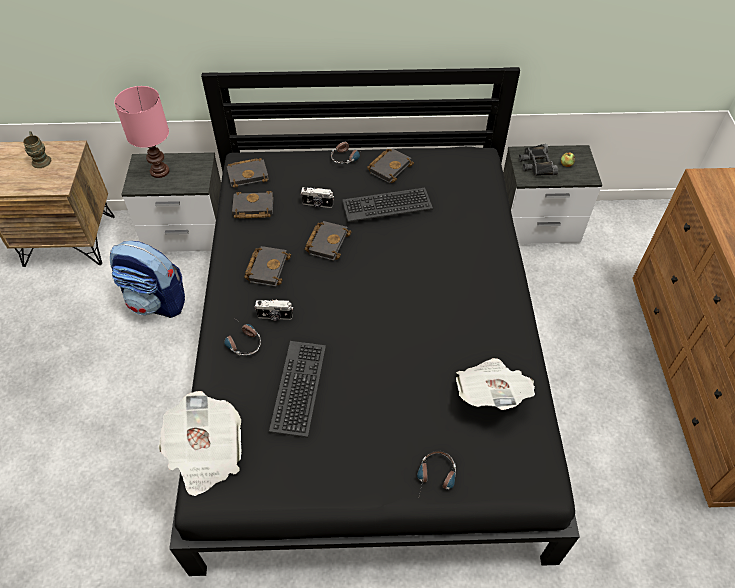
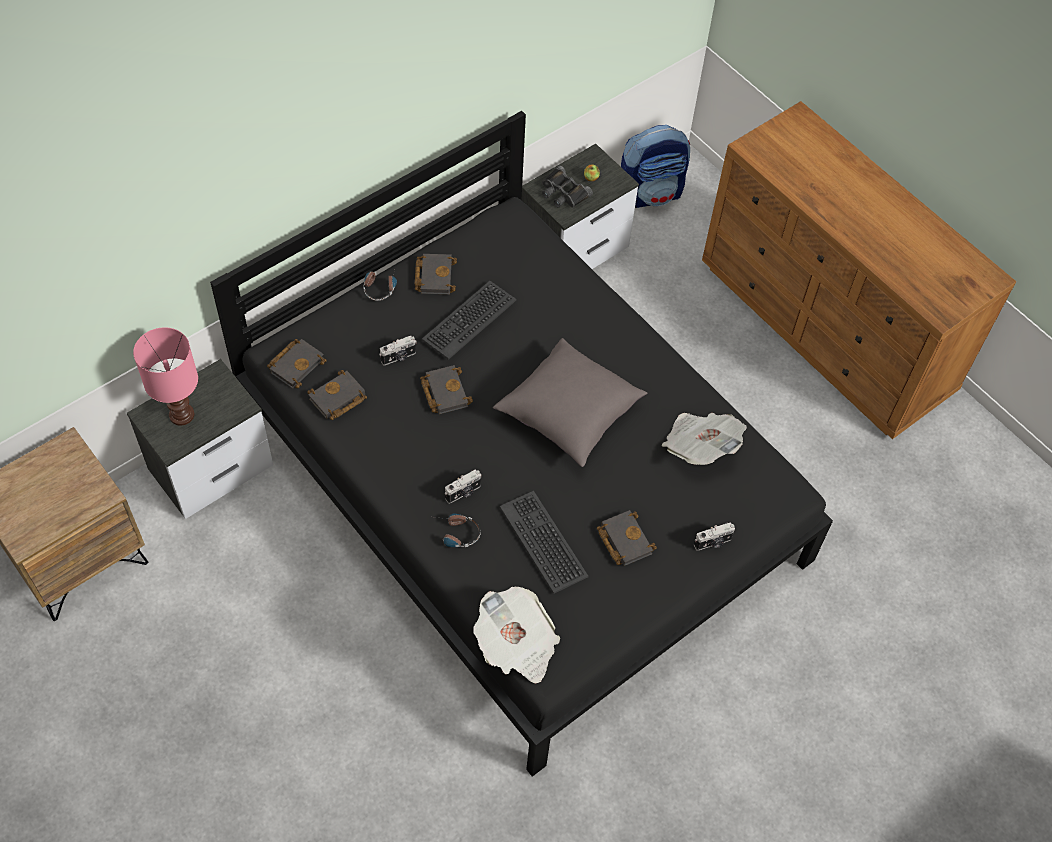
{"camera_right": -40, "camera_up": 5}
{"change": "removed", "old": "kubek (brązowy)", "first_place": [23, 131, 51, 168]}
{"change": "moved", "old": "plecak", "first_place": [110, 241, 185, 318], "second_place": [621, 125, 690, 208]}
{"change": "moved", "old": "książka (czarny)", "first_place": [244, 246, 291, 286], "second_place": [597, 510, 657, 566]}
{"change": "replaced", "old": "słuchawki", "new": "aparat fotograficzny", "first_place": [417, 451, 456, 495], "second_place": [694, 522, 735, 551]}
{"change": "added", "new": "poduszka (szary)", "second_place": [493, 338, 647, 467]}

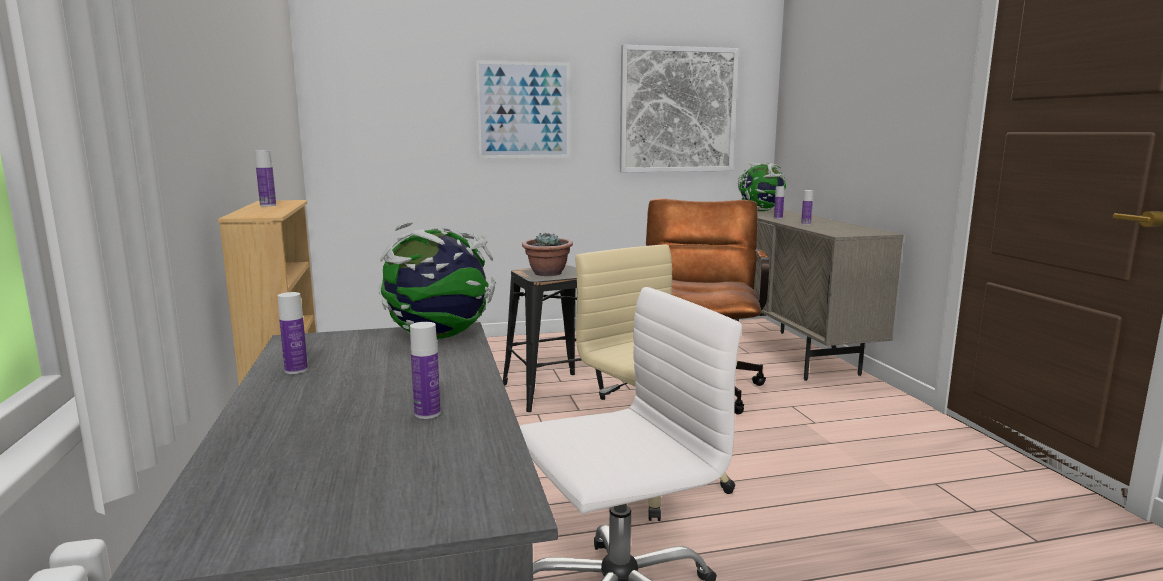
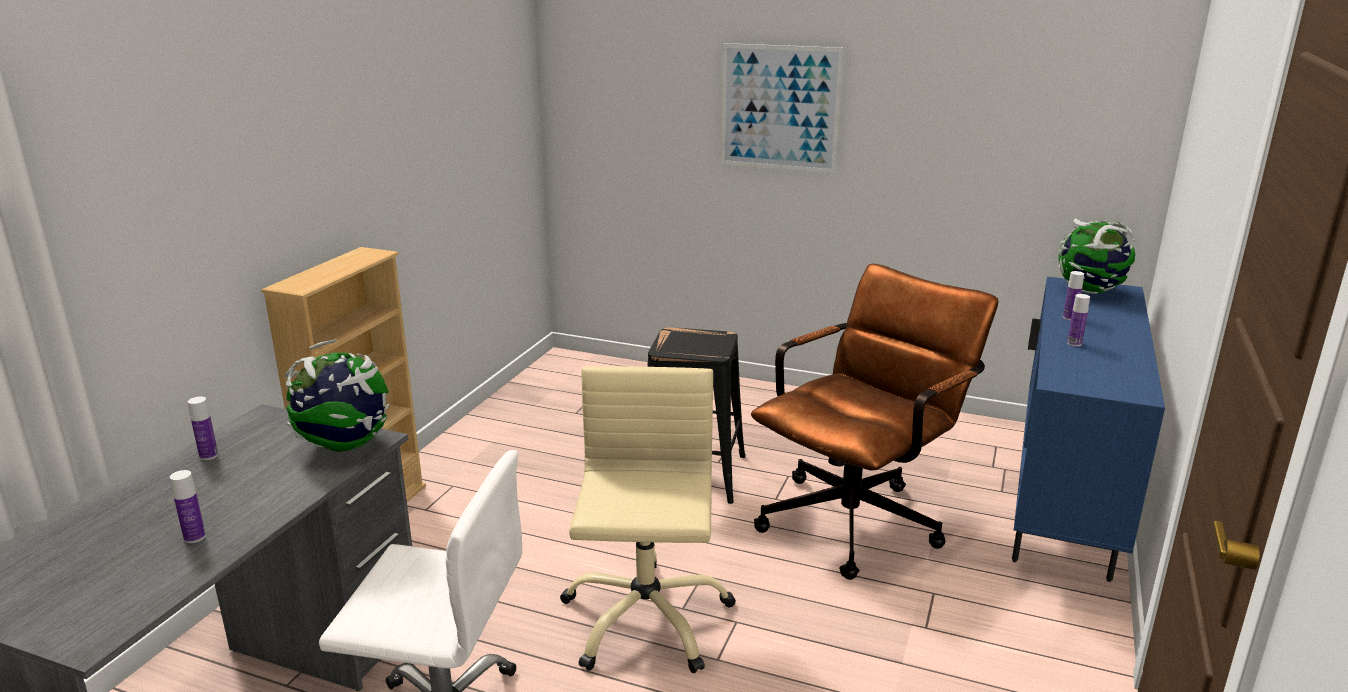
{"camera_right": 35, "camera_up": 10}
{"change": "removed", "old": "obraz", "first_place": [620, 45, 739, 172]}
{"change": "removed", "old": "butelka", "first_place": [255, 150, 276, 206]}
{"change": "recoloured", "old": "szafka (beżowy)", "new": "szafka (niebieski)", "first_place": [736, 209, 903, 381], "second_place": [1012, 277, 1165, 582]}
{"change": "removed", "old": "roślina doniczkowa", "first_place": [522, 232, 573, 276]}

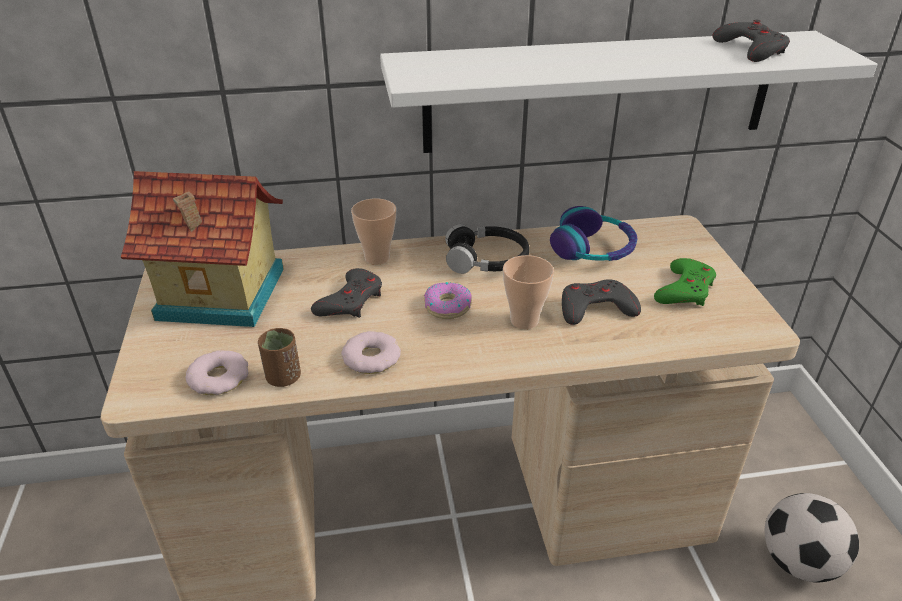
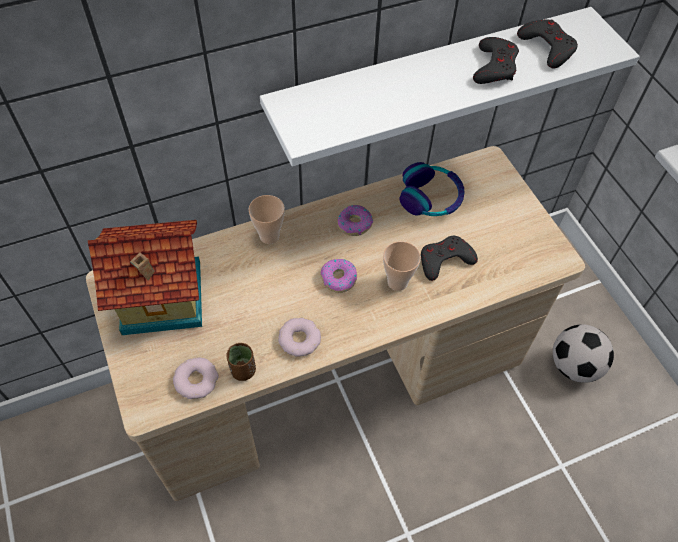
{"camera_right": -15, "camera_up": 20}
{"change": "replaced", "old": "słuchawki (czarny)", "new": "donut", "first_place": [445, 224, 530, 274], "second_place": [337, 205, 373, 236]}
{"change": "removed", "old": "pad do gier (zielony)", "first_place": [654, 258, 716, 306]}
{"change": "moved", "old": "pad do gier (szary)", "first_place": [311, 268, 382, 318], "second_place": [473, 37, 519, 84]}

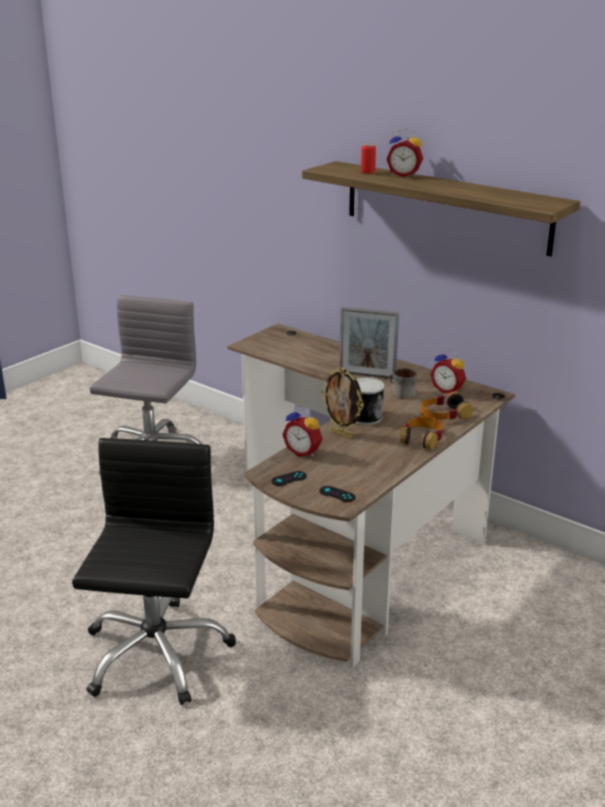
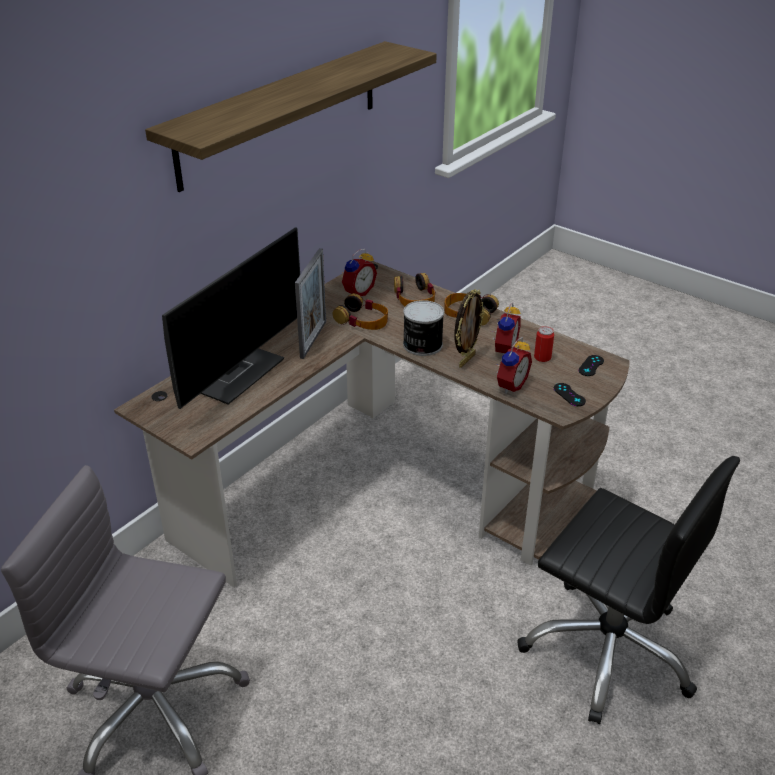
{"camera_right": -90, "camera_up": 10}
{"change": "moved", "old": "budzik", "first_place": [386, 128, 423, 177], "second_place": [491, 302, 521, 356]}
{"change": "moved", "old": "puszka", "first_place": [361, 143, 376, 174], "second_place": [534, 326, 554, 362]}
{"change": "replaced", "old": "kubek", "new": "słuchawki", "first_place": [389, 368, 417, 398], "second_place": [333, 293, 388, 330]}
{"change": "turned", "old": "krzesło biurowe (czarny)", "first_place": [72, 438, 236, 705], "second_place": [517, 456, 740, 724], "degrees": -150}
{"change": "added", "new": "monitor", "second_place": [162, 227, 300, 409]}

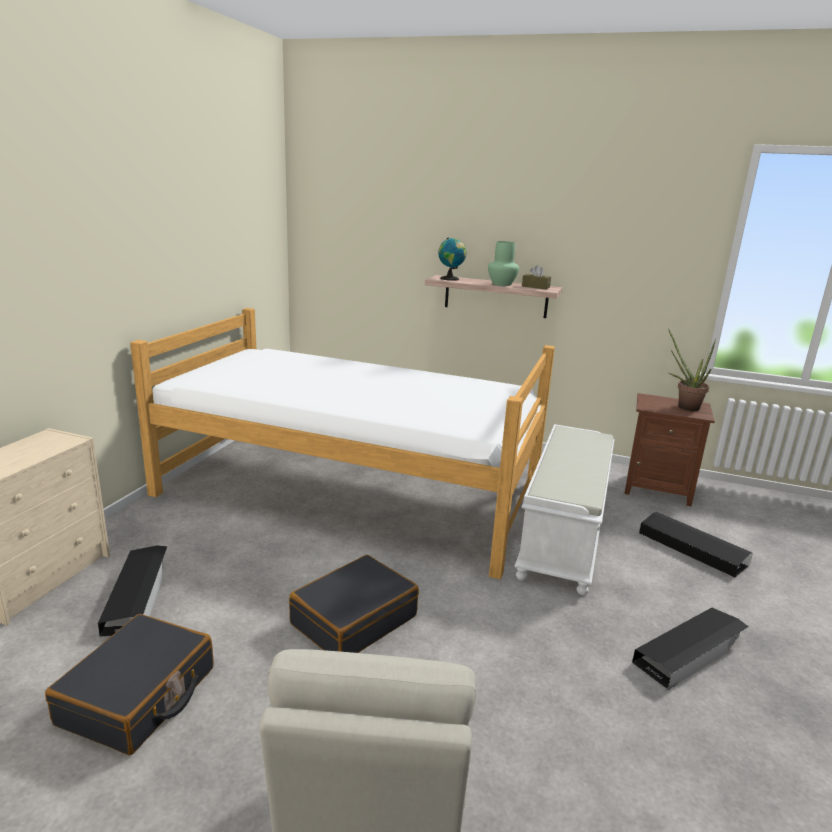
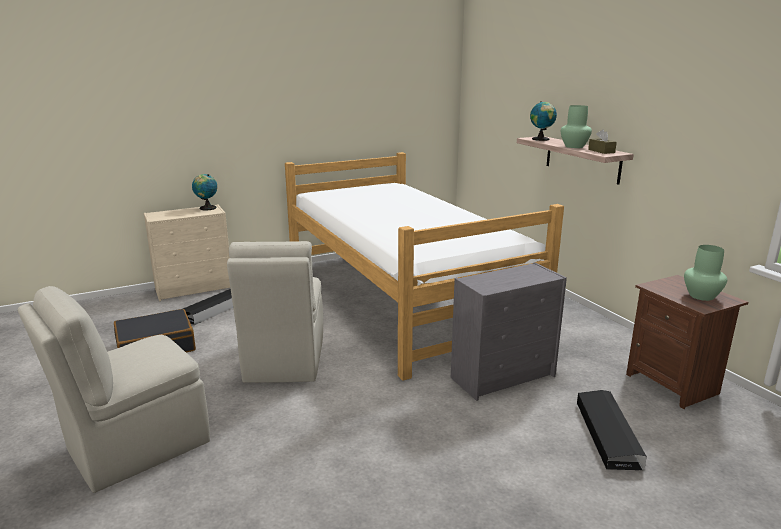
{"camera_right": 45, "camera_up": 0}
{"change": "replaced", "old": "roślina doniczkowa", "new": "wazon (zielony)", "first_place": [668, 329, 716, 411], "second_place": [684, 245, 727, 301]}
{"change": "replaced", "old": "ławka (biały)", "new": "komoda (szary)", "first_place": [514, 424, 614, 595], "second_place": [451, 262, 567, 401]}
{"change": "replaced", "old": "walizka (czarny)", "new": "krzesło (beżowy)", "first_place": [289, 555, 419, 653], "second_place": [227, 241, 323, 383]}
{"change": "removed", "old": "pojemnik do przechowywania (czarny)", "first_place": [632, 608, 749, 690]}
{"change": "added", "new": "globus", "second_place": [192, 174, 217, 210]}

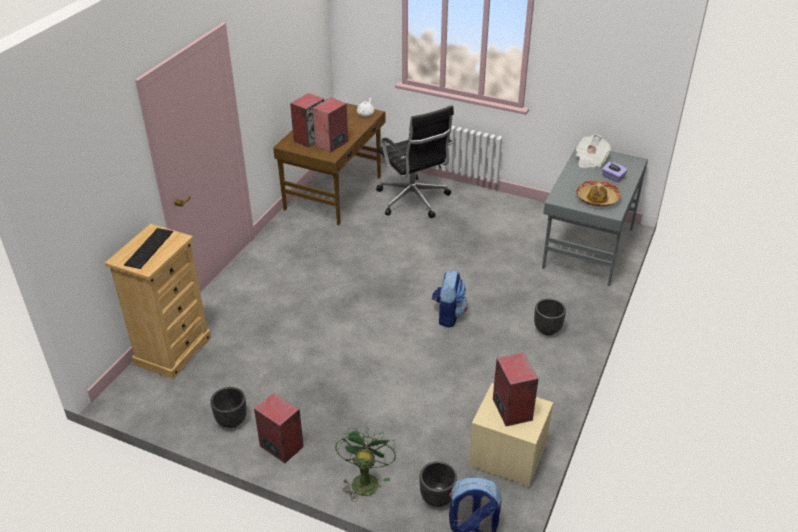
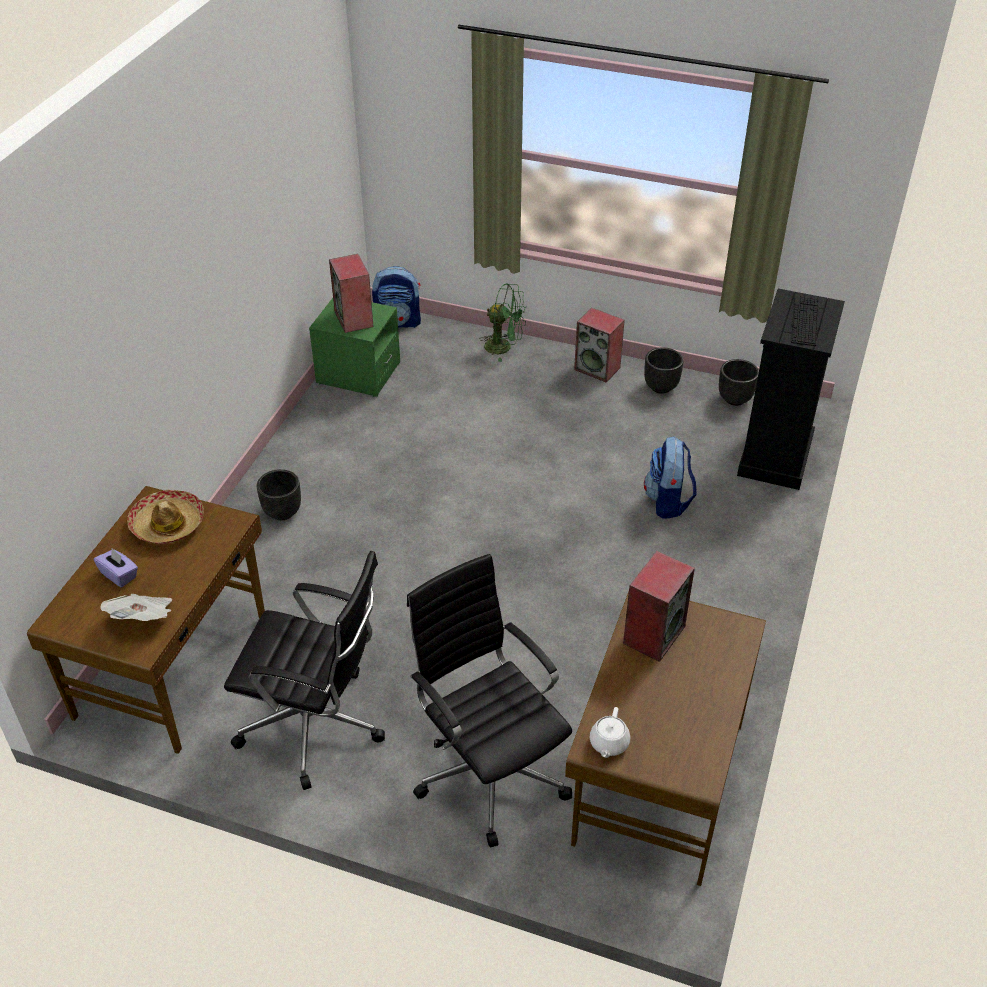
{"camera_right": 175, "camera_up": 5}
{"change": "removed", "old": "głośnik", "first_place": [290, 93, 324, 147]}
{"change": "recoloured", "old": "biurko (szary)", "new": "biurko (brązowy)", "first_place": [542, 144, 648, 286], "second_place": [27, 486, 265, 754]}
{"change": "recoloured", "old": "komoda (beżowy)", "new": "komoda (czarny)", "first_place": [105, 224, 211, 380], "second_place": [737, 289, 845, 490]}
{"change": "moved", "old": "plecak", "first_place": [432, 270, 468, 328], "second_place": [644, 437, 696, 519]}
{"change": "recoloured", "old": "szafka nocna (beżowy)", "new": "szafka nocna (zielony)", "first_place": [469, 383, 553, 487], "second_place": [309, 298, 400, 397]}
{"change": "turned", "old": "wentylator (zielony)", "first_place": [335, 427, 396, 502], "second_place": [479, 284, 526, 362], "degrees": -75}
{"change": "moved", "old": "donica (czarny)", "first_place": [420, 461, 457, 507], "second_place": [719, 359, 759, 406]}
{"change": "added", "new": "krzesło biurowe (czarny)", "second_place": [224, 551, 385, 790]}

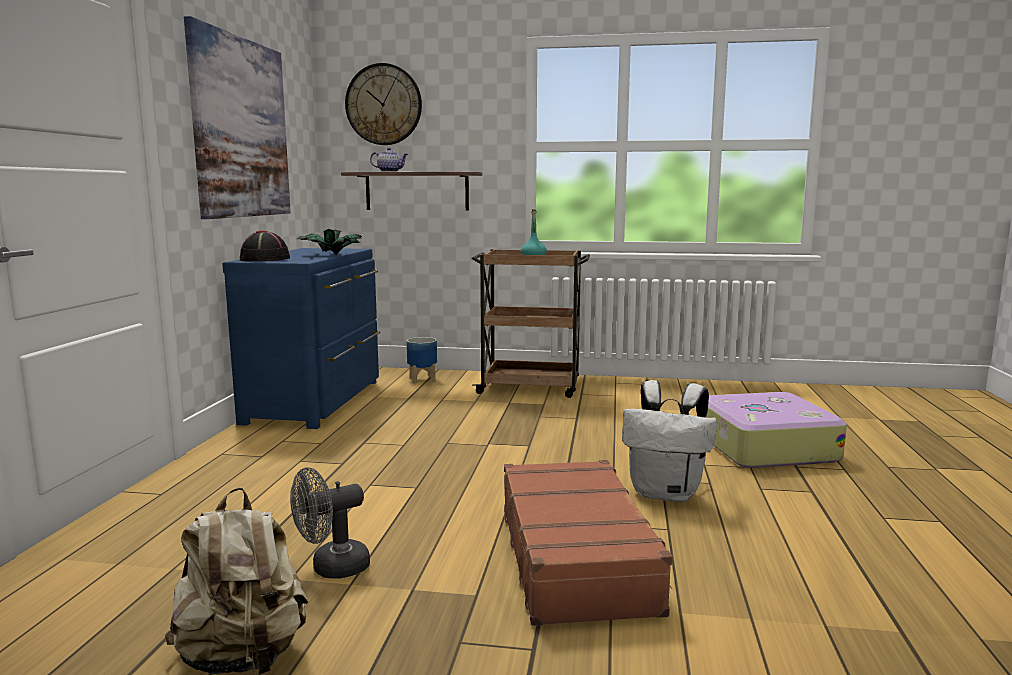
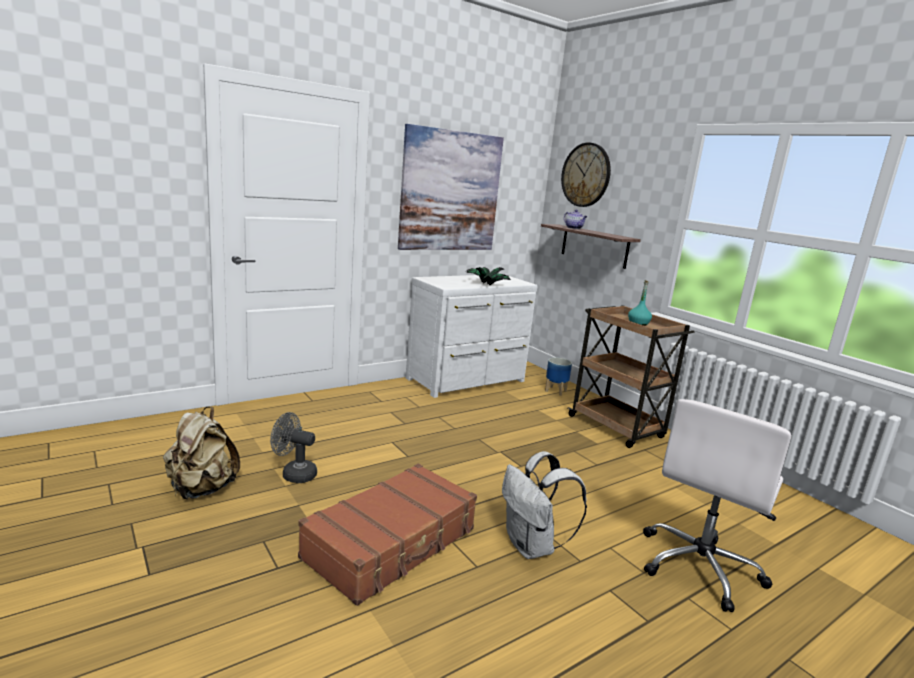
{"camera_right": 45, "camera_up": 5}
{"change": "removed", "old": "kapelusz (czarny)", "first_place": [240, 230, 290, 262]}
{"change": "recoloured", "old": "komoda (niebieski)", "new": "komoda (biały)", "first_place": [222, 248, 380, 429], "second_place": [405, 275, 537, 398]}
{"change": "replaced", "old": "walizka", "new": "krzesło biurowe (biały)", "first_place": [697, 392, 847, 468], "second_place": [643, 399, 791, 612]}

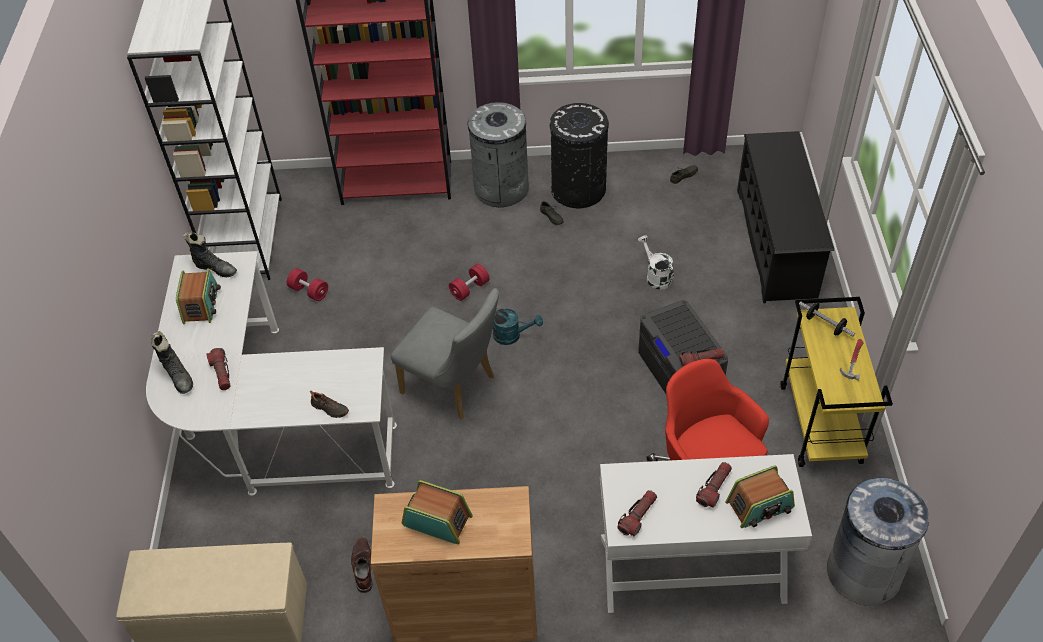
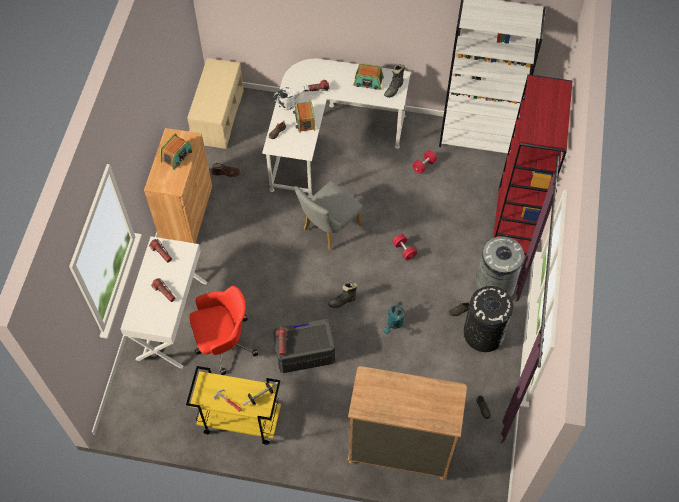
{"camera_right": 100, "camera_up": 10}
{"change": "replaced", "old": "regał na buty (czarny)", "new": "komoda (brązowy)", "first_place": [737, 131, 834, 303], "second_place": [348, 366, 467, 480]}
{"change": "moved", "old": "konewka (biały)", "first_place": [638, 235, 674, 290], "second_place": [273, 84, 309, 111]}
{"change": "moved", "old": "konewka (turkusowy)", "first_place": [492, 308, 543, 345], "second_place": [383, 301, 404, 334]}
{"change": "moved", "old": "but z cholewką (czarny)", "first_place": [151, 331, 193, 394], "second_place": [328, 282, 357, 308]}
{"change": "moved", "old": "radio", "first_place": [725, 465, 795, 528], "second_place": [293, 100, 315, 132]}
{"change": "removed", "old": "kosz na śmieci (szary)", "first_place": [827, 478, 929, 606]}

